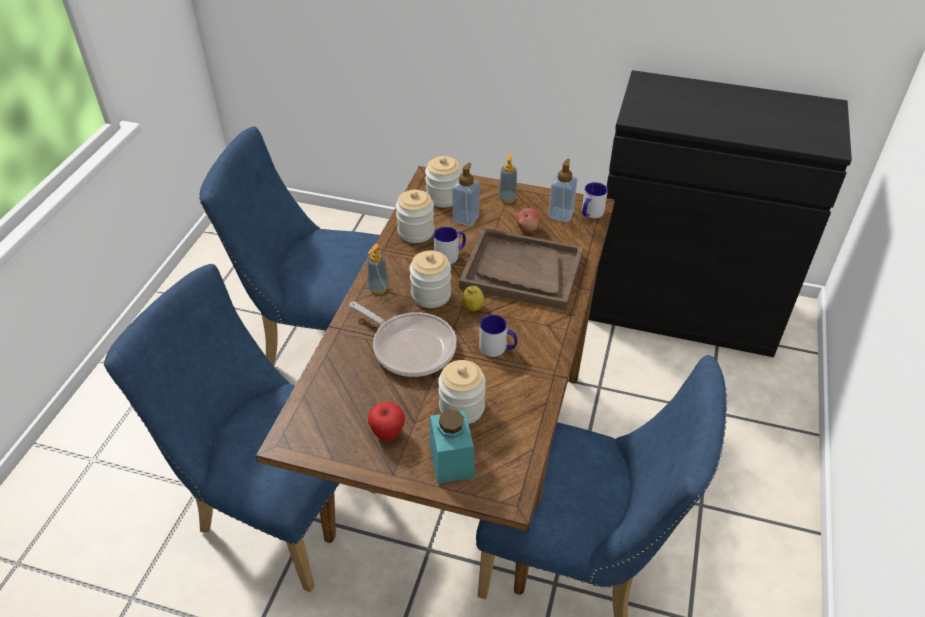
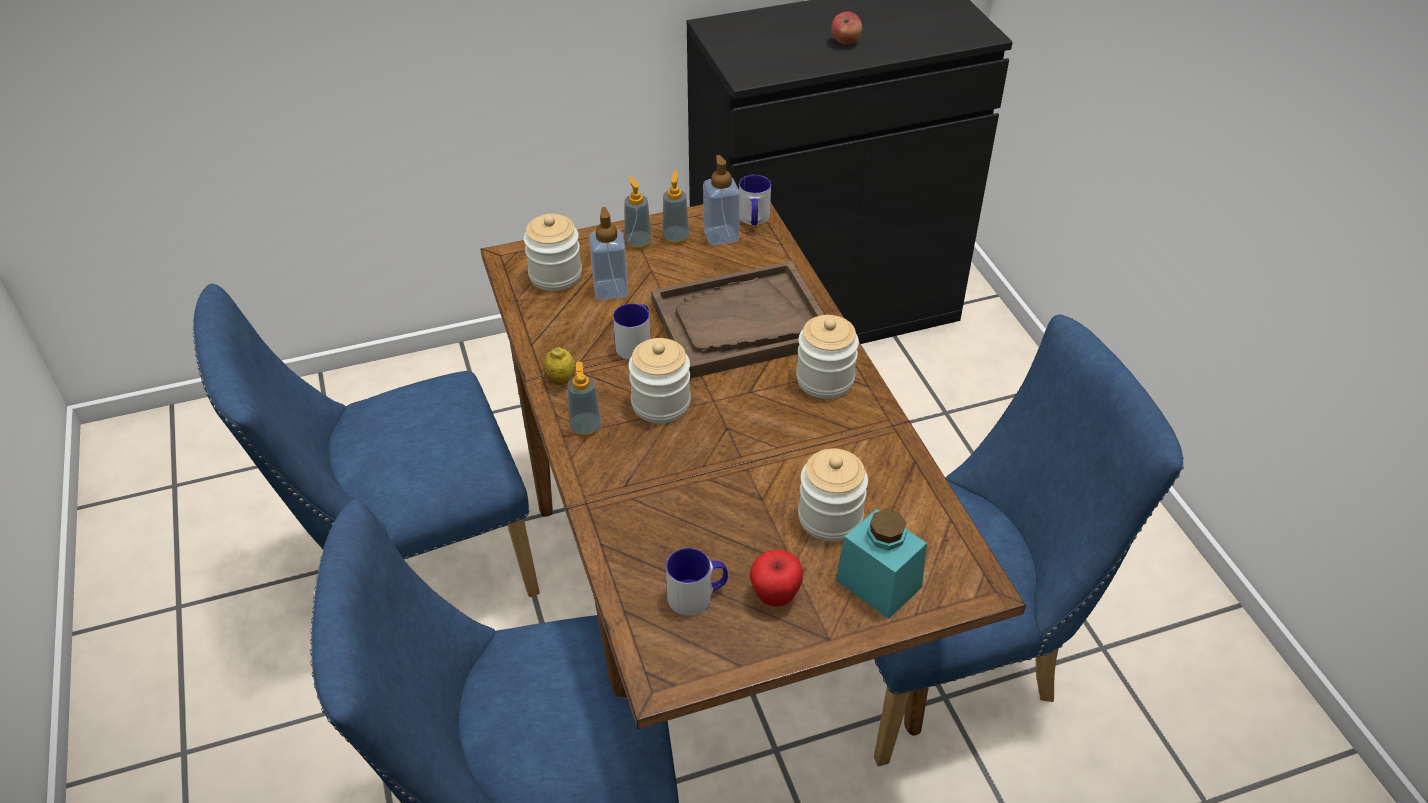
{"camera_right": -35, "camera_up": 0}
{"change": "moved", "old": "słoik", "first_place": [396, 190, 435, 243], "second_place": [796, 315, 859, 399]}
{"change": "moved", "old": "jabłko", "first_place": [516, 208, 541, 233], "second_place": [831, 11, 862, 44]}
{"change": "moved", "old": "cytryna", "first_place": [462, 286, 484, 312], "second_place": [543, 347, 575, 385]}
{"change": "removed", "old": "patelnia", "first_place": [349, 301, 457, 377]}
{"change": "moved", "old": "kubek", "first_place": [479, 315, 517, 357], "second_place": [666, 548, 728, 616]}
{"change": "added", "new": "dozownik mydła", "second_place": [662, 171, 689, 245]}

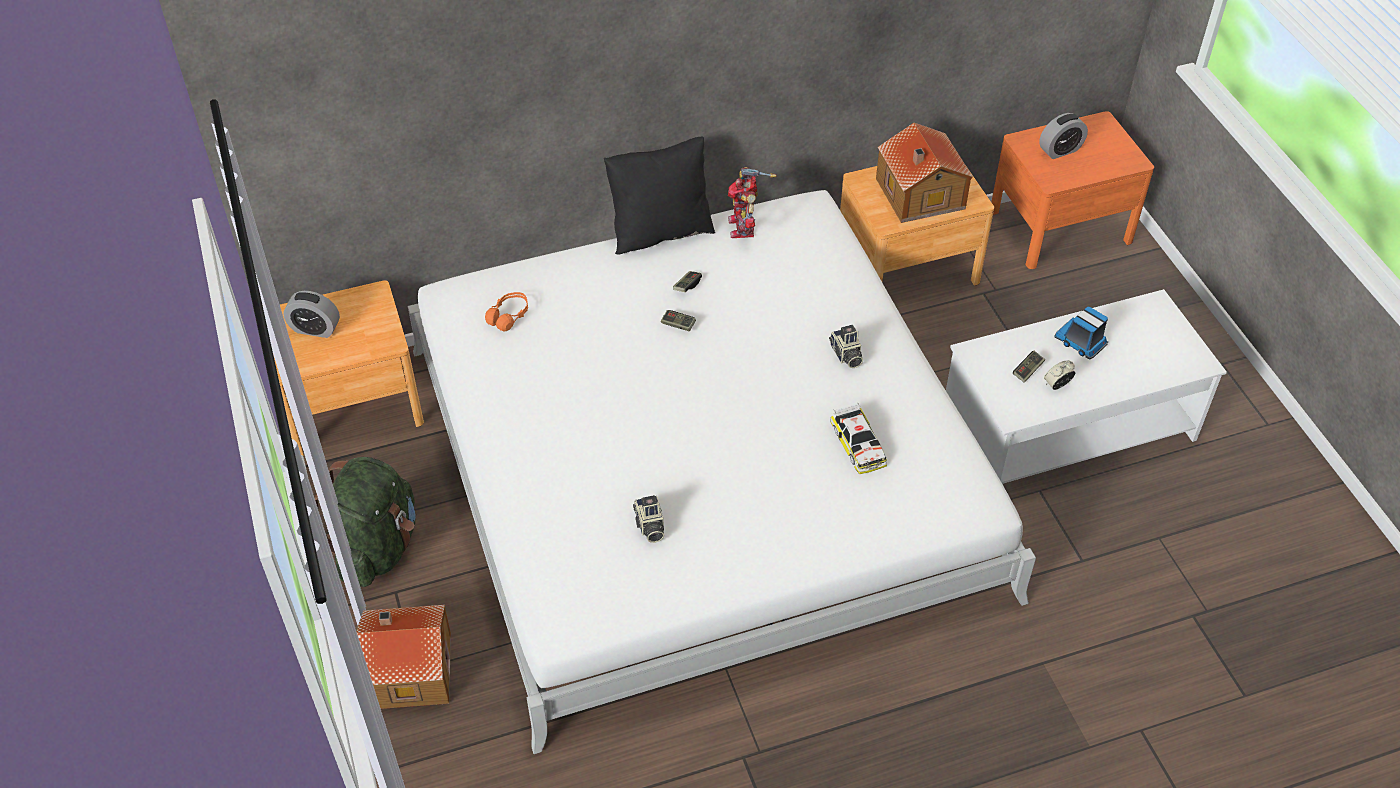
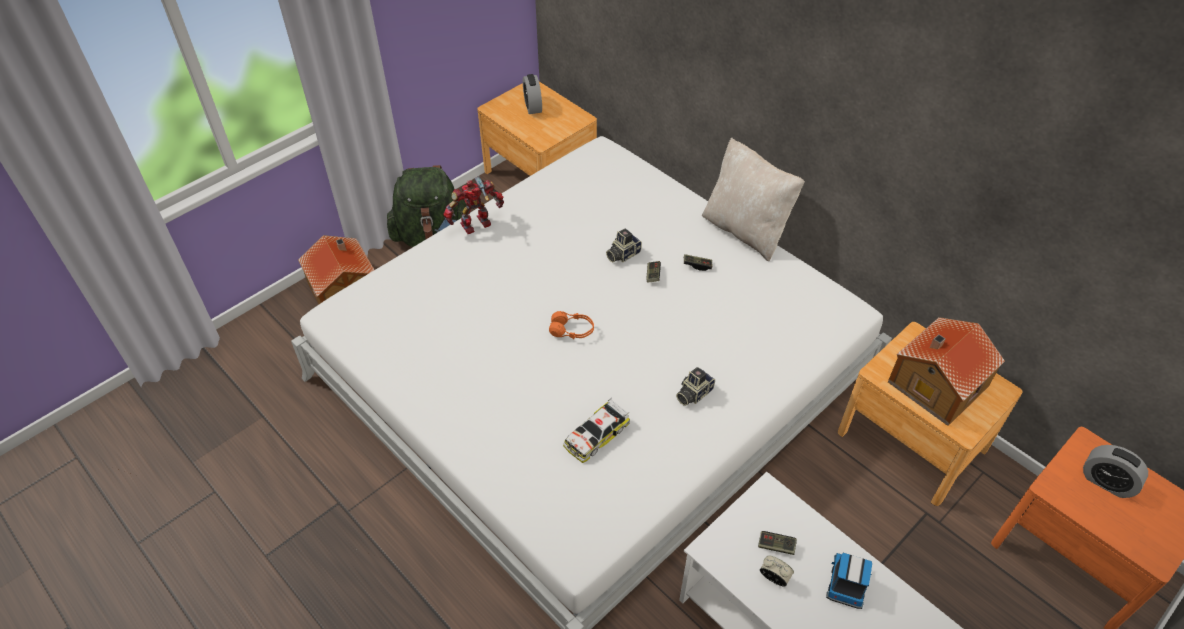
{"camera_right": 65, "camera_up": 0}
{"change": "recoloured", "old": "poduszka (czarny)", "new": "poduszka (beżowy)", "first_place": [604, 137, 715, 255], "second_place": [702, 137, 805, 261]}
{"change": "moved", "old": "robot zabawkowy", "first_place": [728, 167, 776, 238], "second_place": [444, 176, 504, 234]}
{"change": "moved", "old": "słuchawki (pomarańczowy)", "first_place": [485, 292, 528, 332], "second_place": [549, 311, 594, 339]}
{"change": "moved", "old": "aparat fotograficzny", "first_place": [633, 495, 664, 543], "second_place": [606, 229, 642, 262]}

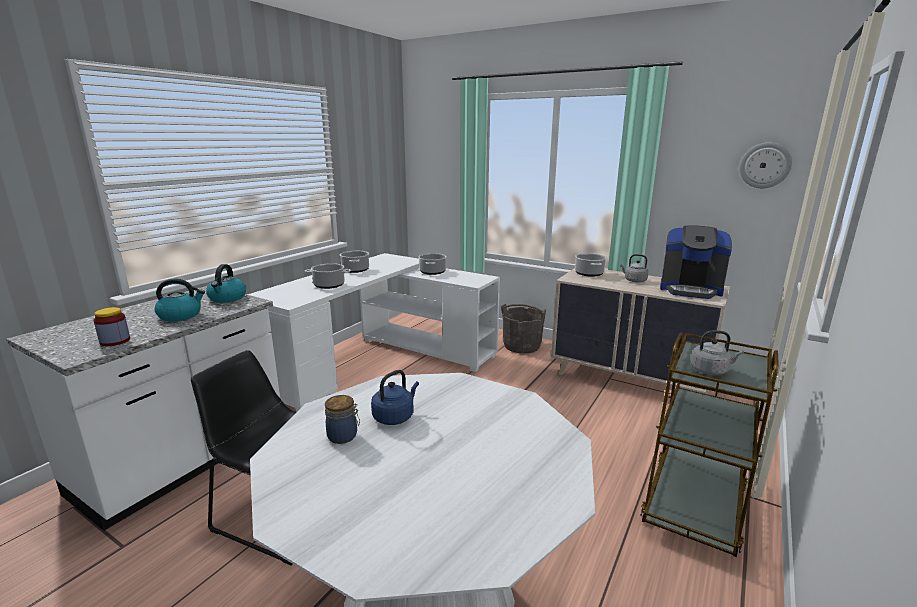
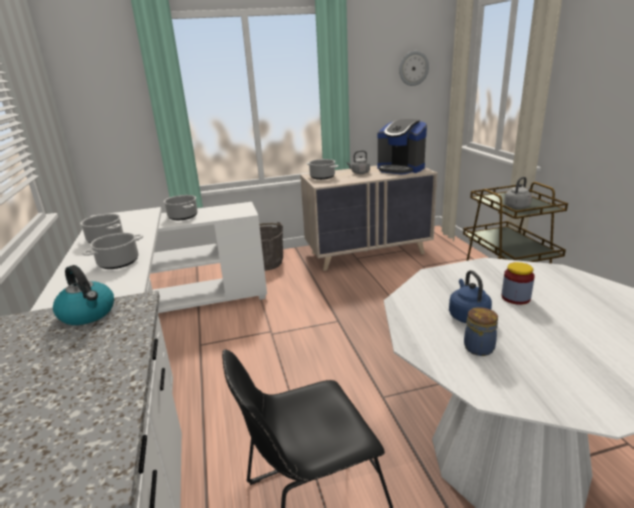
{"camera_right": -45, "camera_up": 5}
{"change": "turned", "old": "ekspres do kawy", "first_place": [660, 225, 732, 299], "second_place": [377, 119, 427, 175], "degrees": 60}
{"change": "removed", "old": "czajnik", "first_place": [155, 279, 205, 321]}
{"change": "moved", "old": "słoik", "first_place": [93, 307, 130, 346], "second_place": [501, 262, 535, 305]}

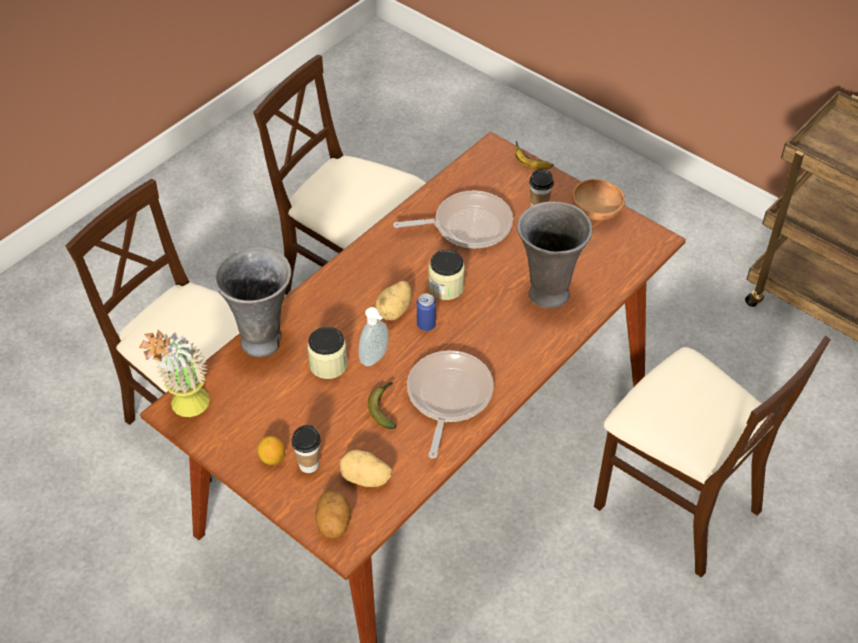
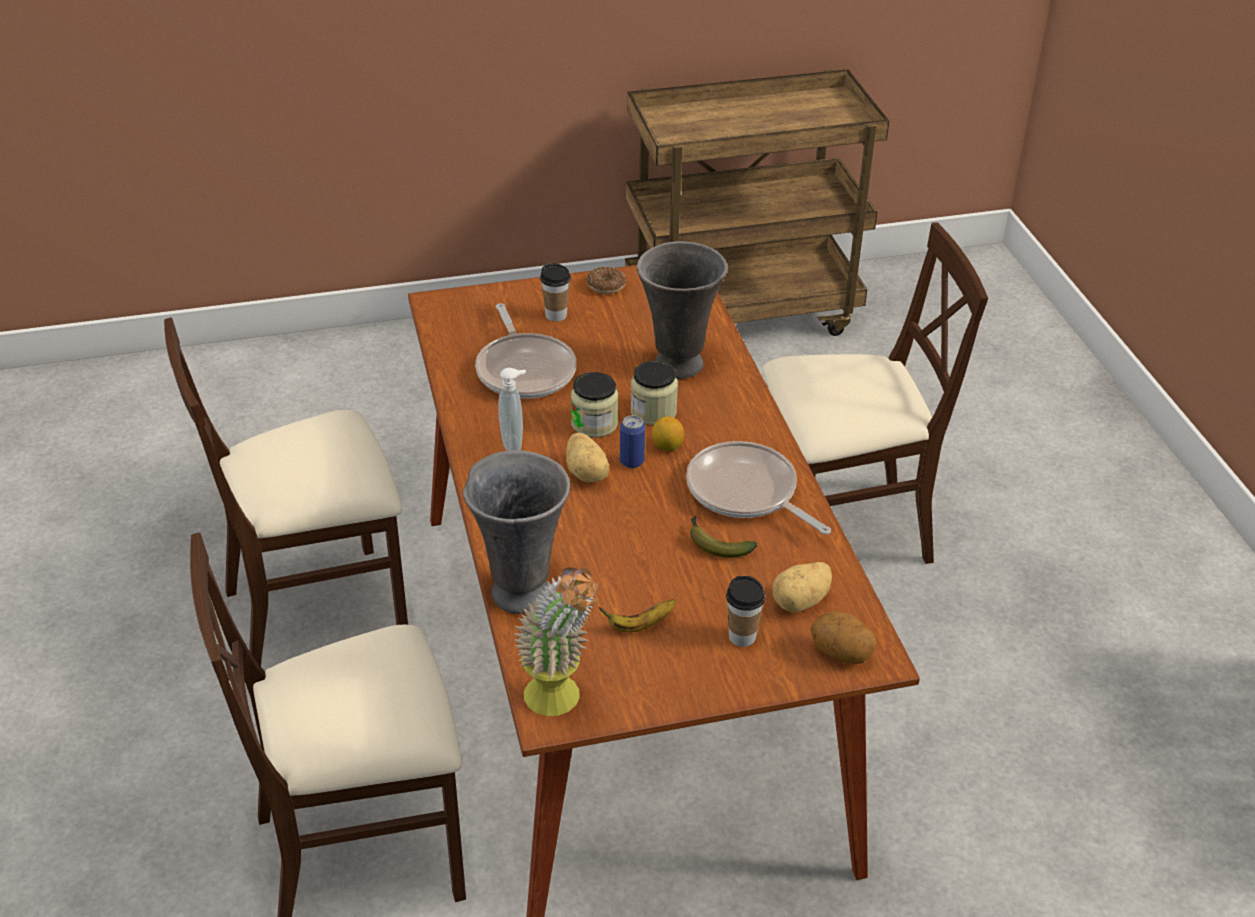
{"camera_right": -55, "camera_up": -10}
{"change": "moved", "old": "banan", "first_place": [515, 141, 554, 170], "second_place": [599, 599, 676, 632]}
{"change": "replaced", "old": "miska (brązowy)", "new": "donut", "first_place": [572, 179, 625, 221], "second_place": [587, 267, 626, 294]}
{"change": "turned", "old": "patelnia", "first_place": [393, 191, 513, 248], "second_place": [475, 303, 577, 399], "degrees": 135}
{"change": "moved", "old": "dozownik mydła", "first_place": [359, 307, 389, 366], "second_place": [498, 368, 526, 451]}
{"change": "moved", "old": "słoik", "first_place": [307, 327, 347, 379], "second_place": [631, 361, 678, 425]}
{"change": "moved", "old": "cytryna", "first_place": [257, 436, 285, 465], "second_place": [652, 416, 684, 451]}

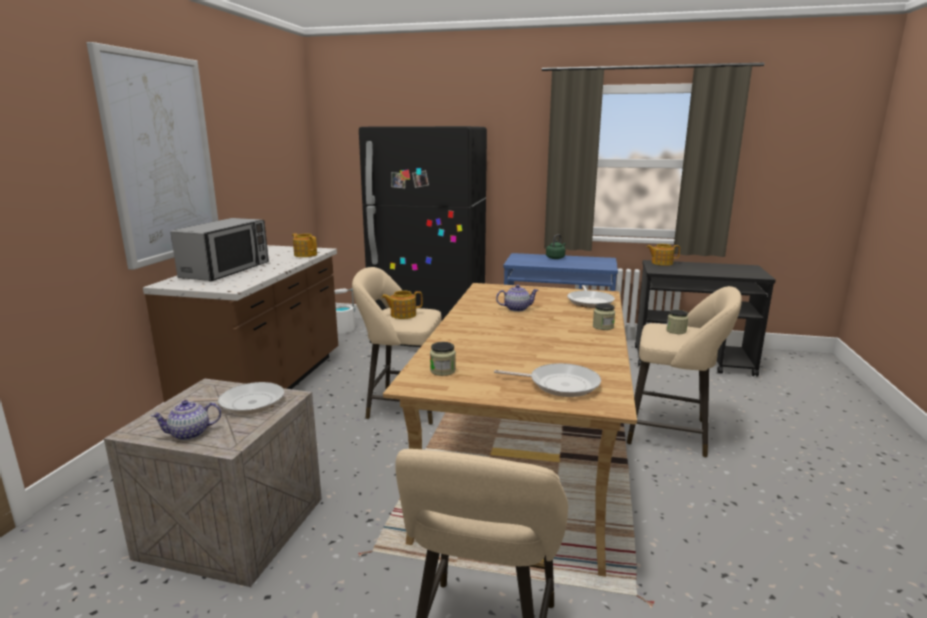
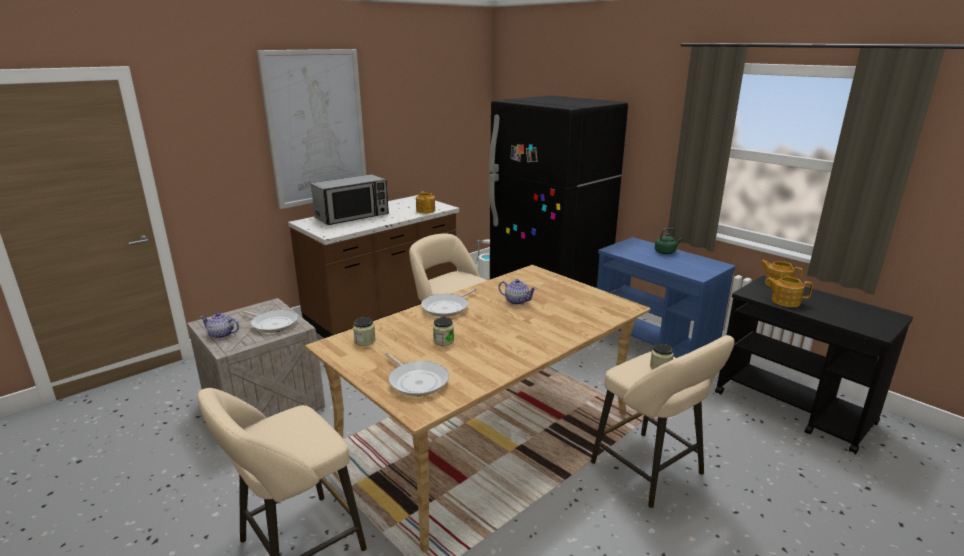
{"camera_right": 35, "camera_up": 5}
{"change": "moved", "old": "patelnia", "first_place": [567, 285, 615, 308], "second_place": [421, 288, 477, 317]}
{"change": "moved", "old": "imbryk", "first_place": [381, 291, 423, 319], "second_place": [766, 276, 813, 307]}
{"change": "moved", "old": "słoik", "first_place": [593, 303, 615, 330], "second_place": [433, 317, 454, 345]}

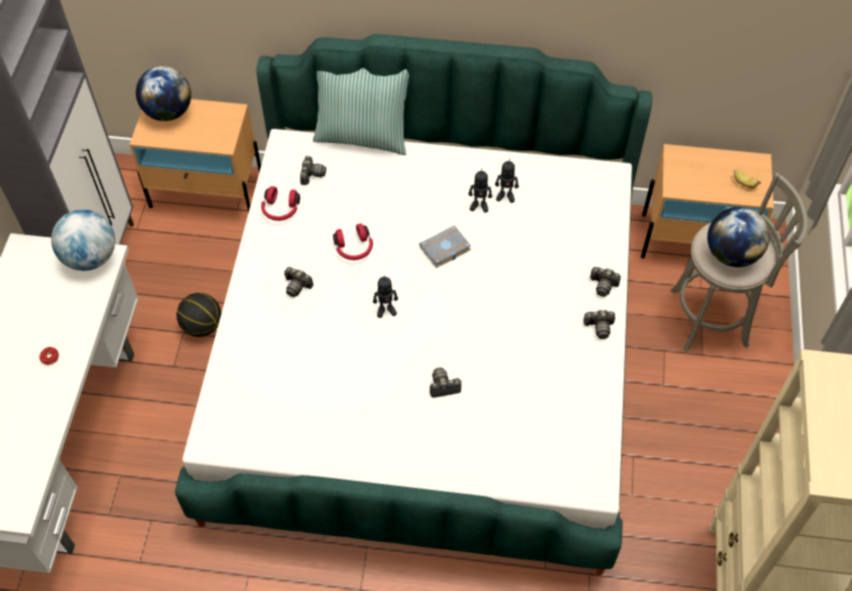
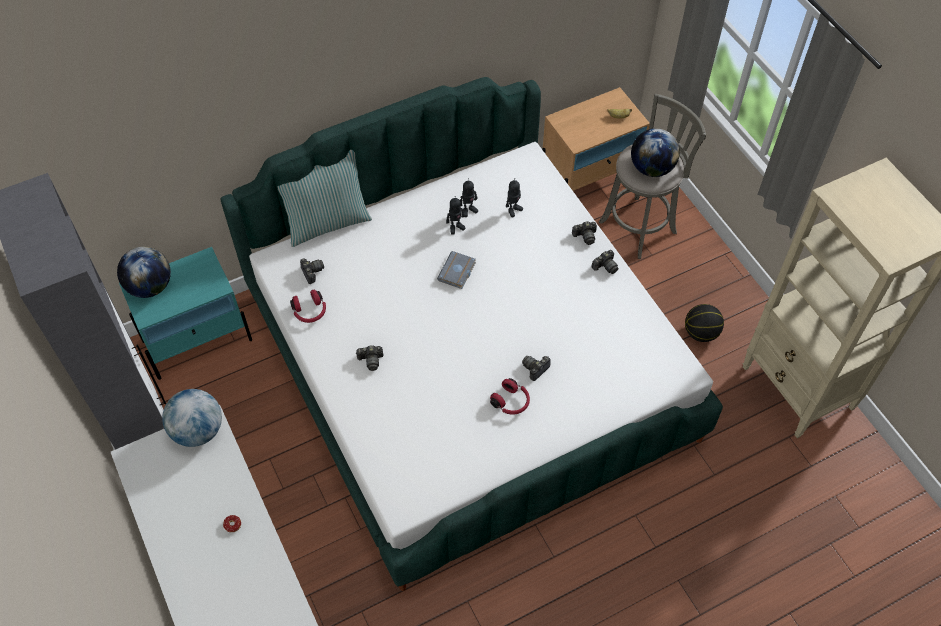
{"camera_right": -35, "camera_up": 0}
{"change": "recoloured", "old": "szafka nocna (beżowy)", "new": "szafka nocna (turkusowy)", "first_place": [129, 99, 261, 213], "second_place": [119, 247, 252, 380]}
{"change": "moved", "old": "słuchawki (czerwony)", "first_place": [333, 224, 373, 260], "second_place": [490, 378, 530, 414]}
{"change": "moved", "old": "robot zabawkowy", "first_place": [373, 275, 398, 318], "second_place": [506, 178, 523, 217]}
{"change": "moved", "old": "piłka do koszykówki", "first_place": [177, 293, 221, 337], "second_place": [685, 304, 724, 342]}

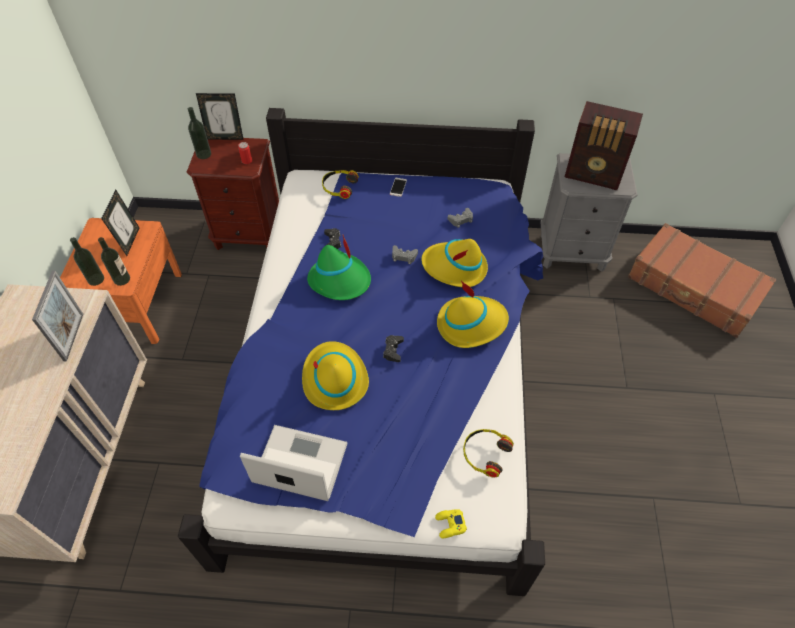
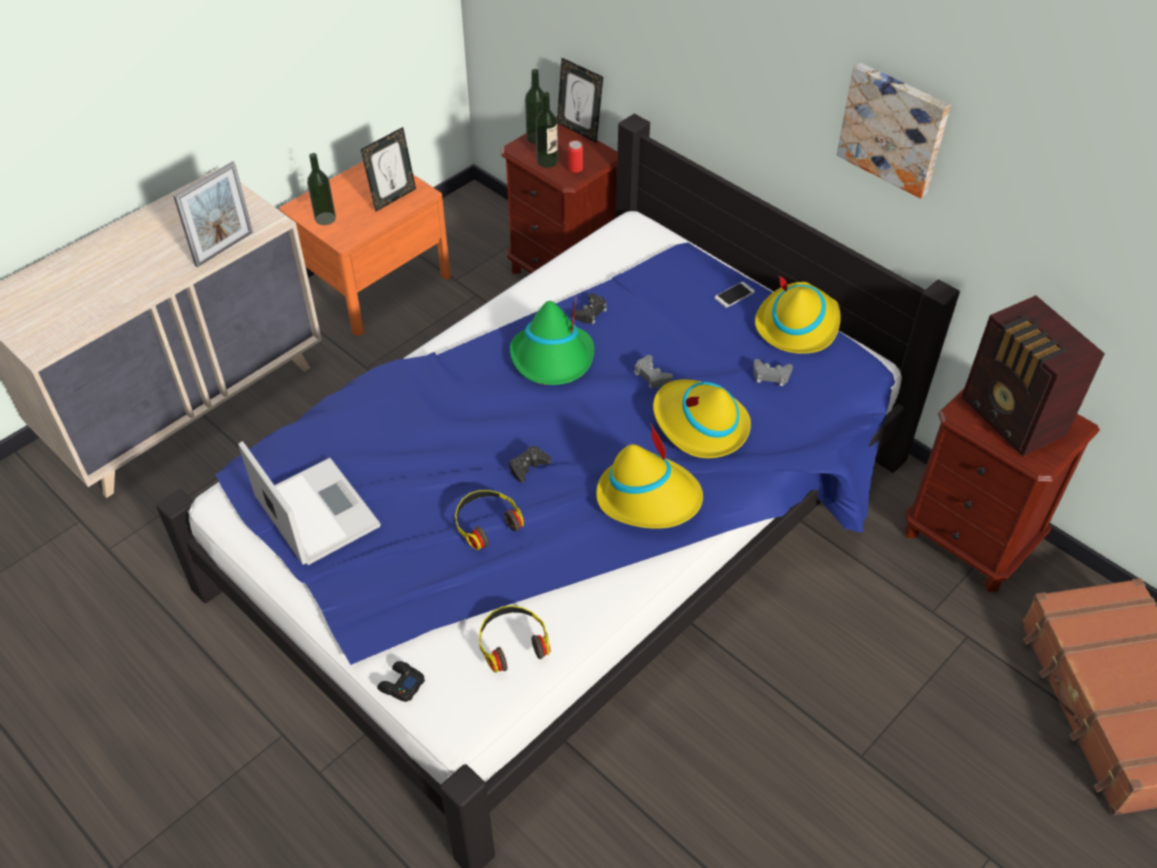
{"camera_right": 40, "camera_up": -5}
{"change": "recoloured", "old": "szafka nocna (szary)", "new": "szafka nocna (brązowy)", "first_place": [540, 153, 637, 272], "second_place": [905, 389, 1100, 592]}
{"change": "moved", "old": "słuchawki", "first_place": [322, 170, 359, 199], "second_place": [455, 490, 524, 550]}
{"change": "moved", "old": "butelka", "first_place": [98, 237, 130, 286], "second_place": [535, 92, 558, 168]}
{"change": "moved", "old": "kapelusz (żółty)", "first_place": [302, 341, 369, 410], "second_place": [755, 276, 840, 354]}
{"change": "recoloured", "old": "pad do gier (żółty)", "new": "pad do gier (czarny)", "first_place": [435, 509, 467, 538], "second_place": [377, 661, 425, 702]}
{"change": "added", "new": "obraz", "second_place": [837, 63, 951, 199]}

